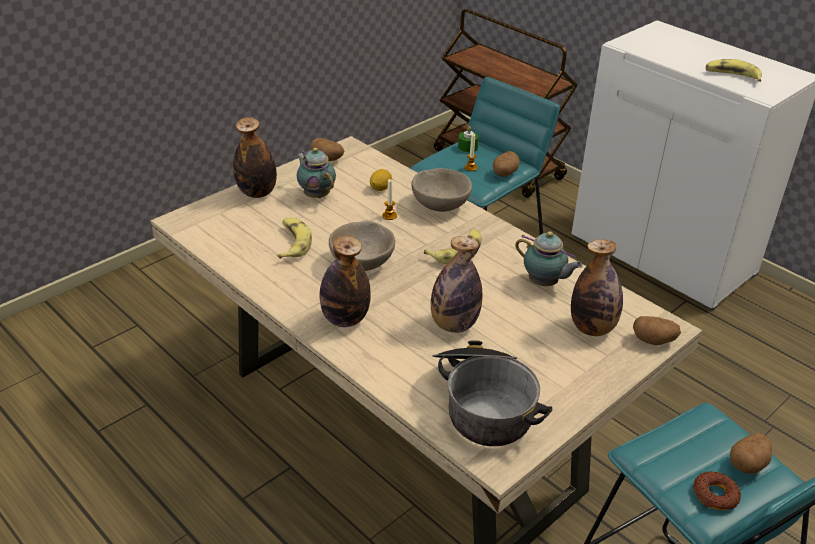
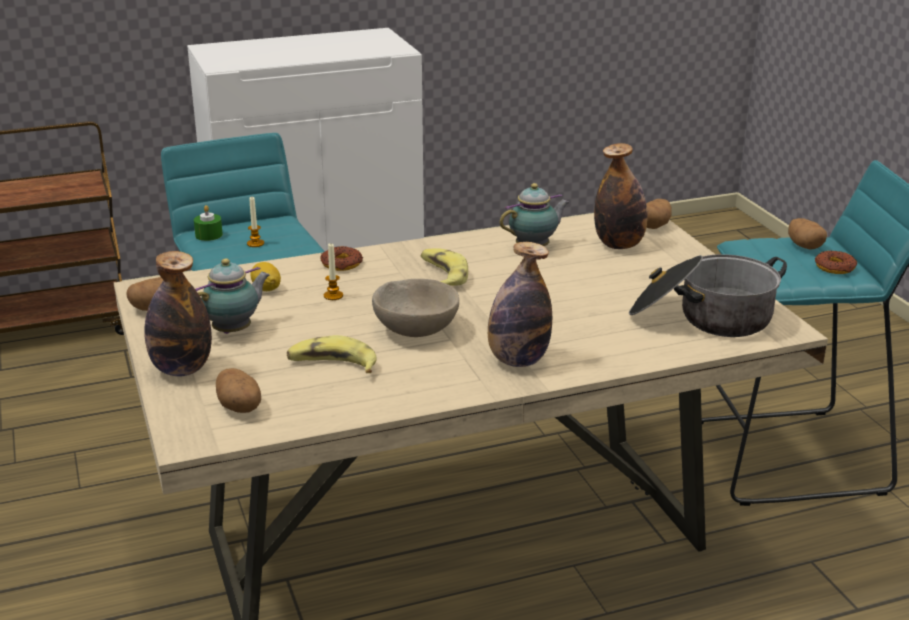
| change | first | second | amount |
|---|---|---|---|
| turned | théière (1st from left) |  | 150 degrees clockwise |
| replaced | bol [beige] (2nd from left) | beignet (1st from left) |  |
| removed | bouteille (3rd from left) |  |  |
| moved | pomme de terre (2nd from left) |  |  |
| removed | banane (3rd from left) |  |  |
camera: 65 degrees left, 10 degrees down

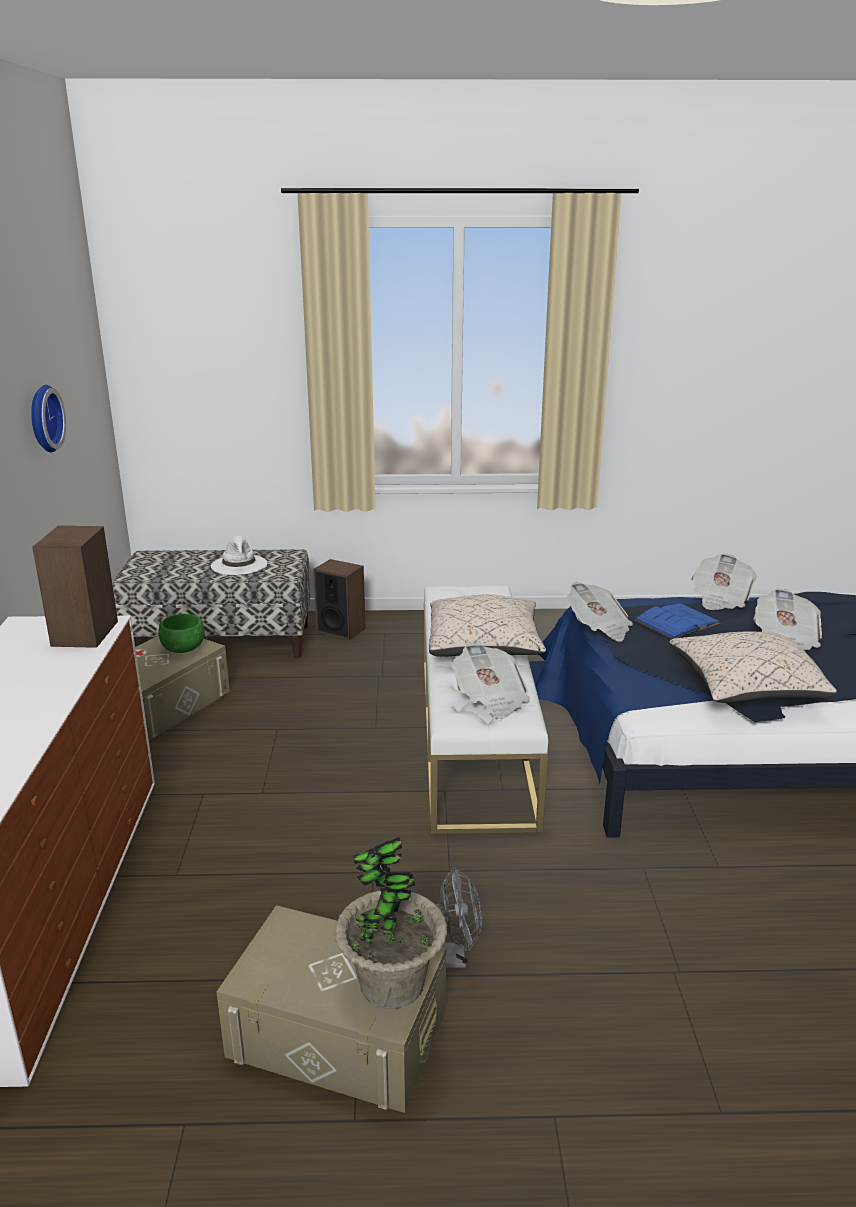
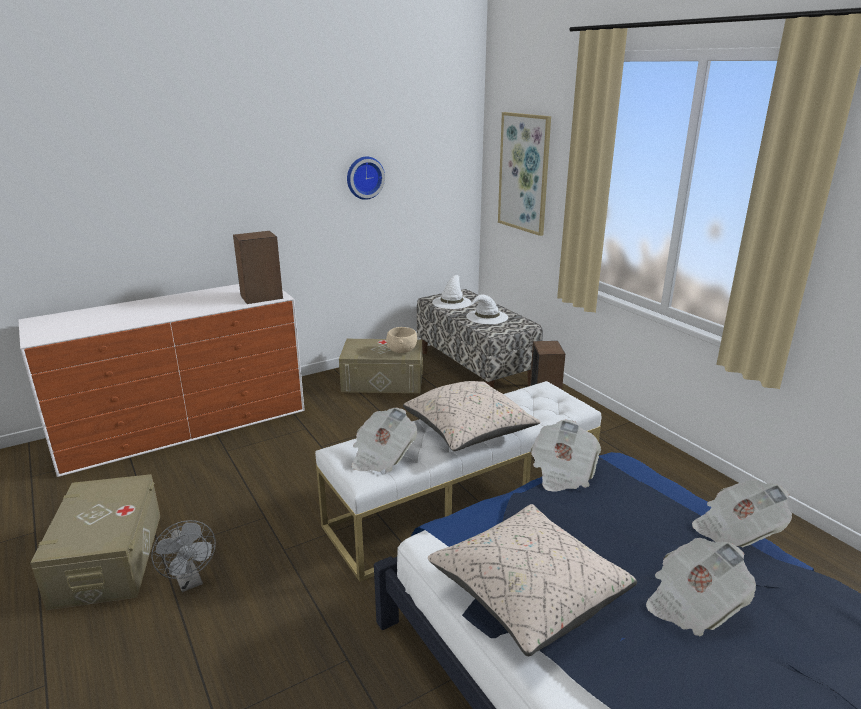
| change | first | second | amount |
|---|---|---|---|
| recoloured | bol [vert] | bol [beige] |  |
| removed | plante en pot |  |  |
| removed | livre [bleu] |  |  |
| added |  | chapeau [blanc] (1st from left) |  |
| added |  | tableau |  |
camera: 60 degrees right, 0 degrees up

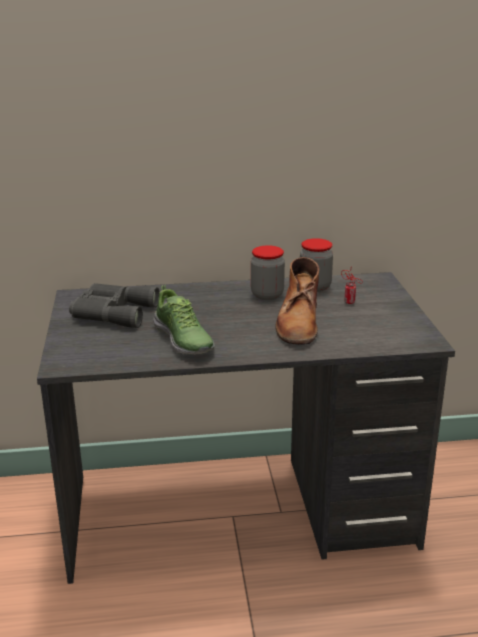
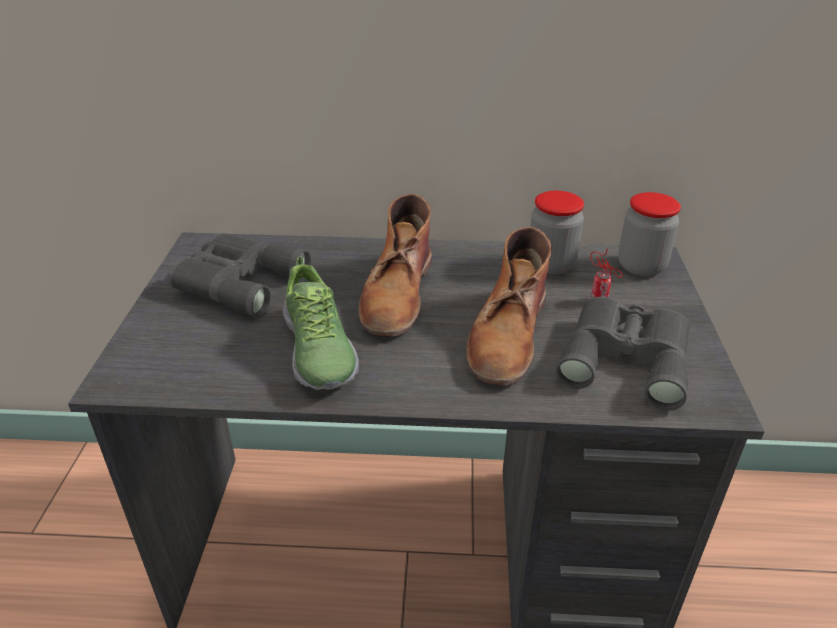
| change | first | second | amount |
|---|---|---|---|
| moved | bocal (1st from left in the first image) | bocal (2nd from left) |  |
| added |  | botte [marron] (1st from left) |  |
| added |  | jumelles [gris] (2nd from left) |  |
camera: 10 degrees right, 10 degrees up

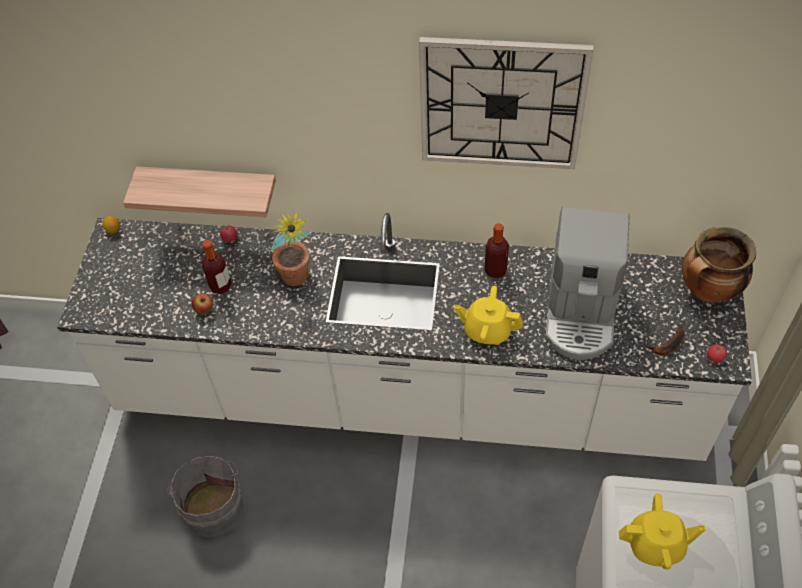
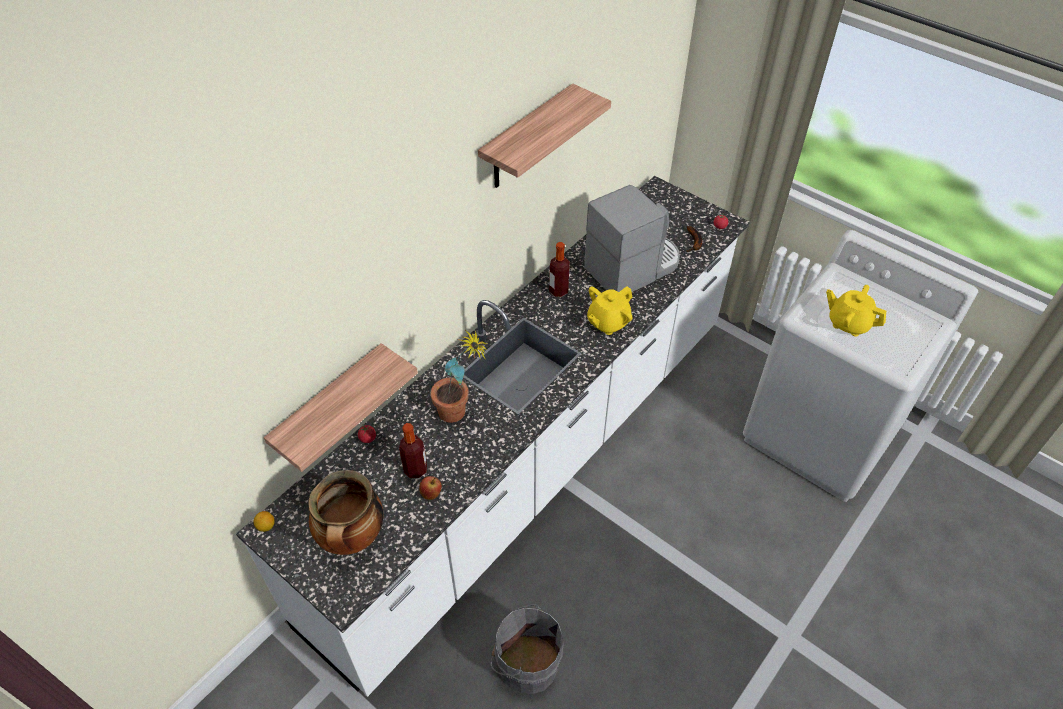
| change | first | second | amount |
|---|---|---|---|
| replaced | horloge murale | étagère (2nd from left) |  |
| turned | machine à café |  | 75 degrees counterclockwise |
| turned | théière [jaune] (2nd from left) |  | 90 degrees counterclockwise |
| moved | marmite |  |  |
camera: 60 degrees left, 5 degrees down

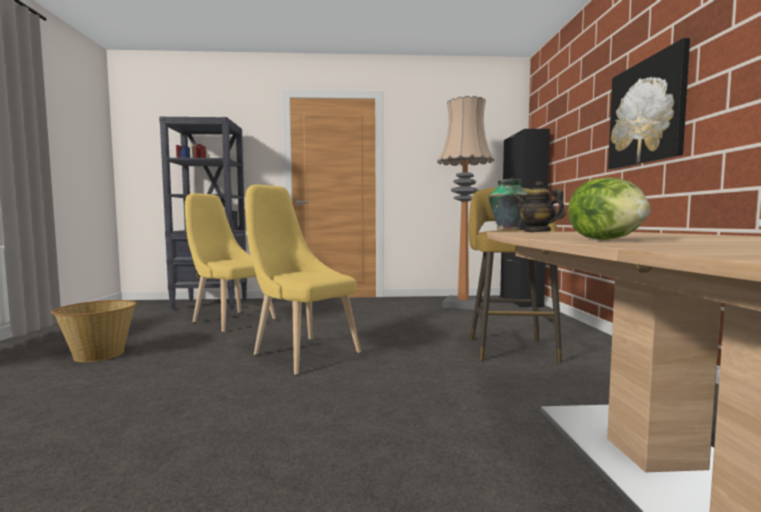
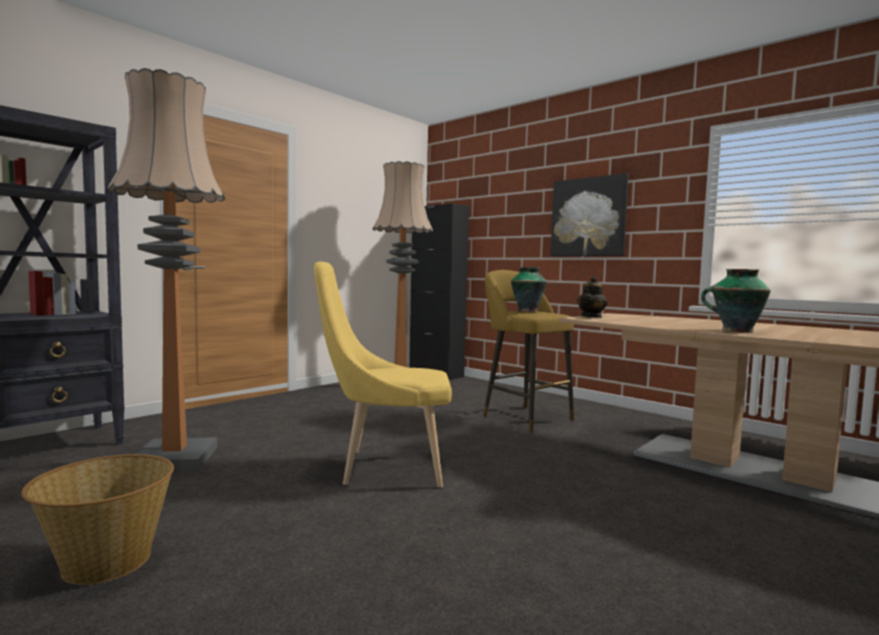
| change | first | second | amount |
|---|---|---|---|
| replaced | chaise [jaune] (1st from left) | lampadaire (1st from left) |  |
| turned | théière |  | 60 degrees counterclockwise |
| replaced | laitue | vase (2nd from left) |  |
camera: 45 degrees left, 0 degrees up

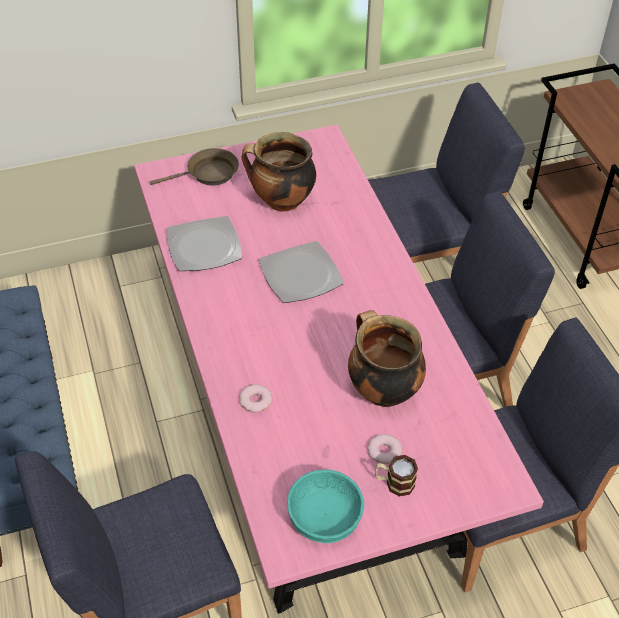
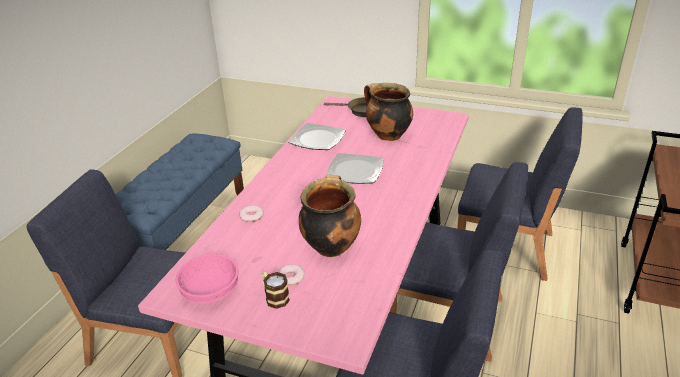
| change | first | second | amount |
|---|---|---|---|
| recoloured | bol [turquoise] | bol [rose] |  |
camera: 40 degrees right, 15 degrees down

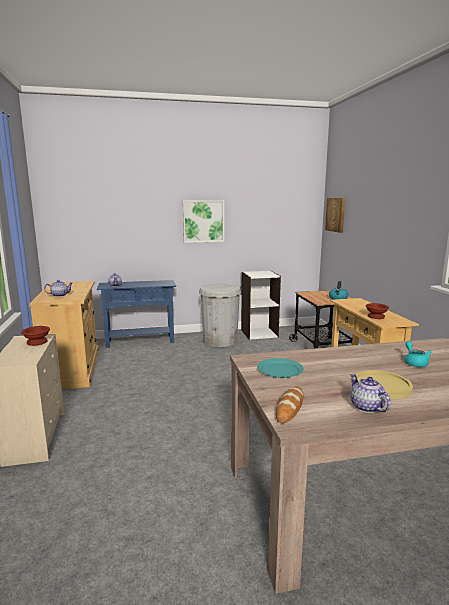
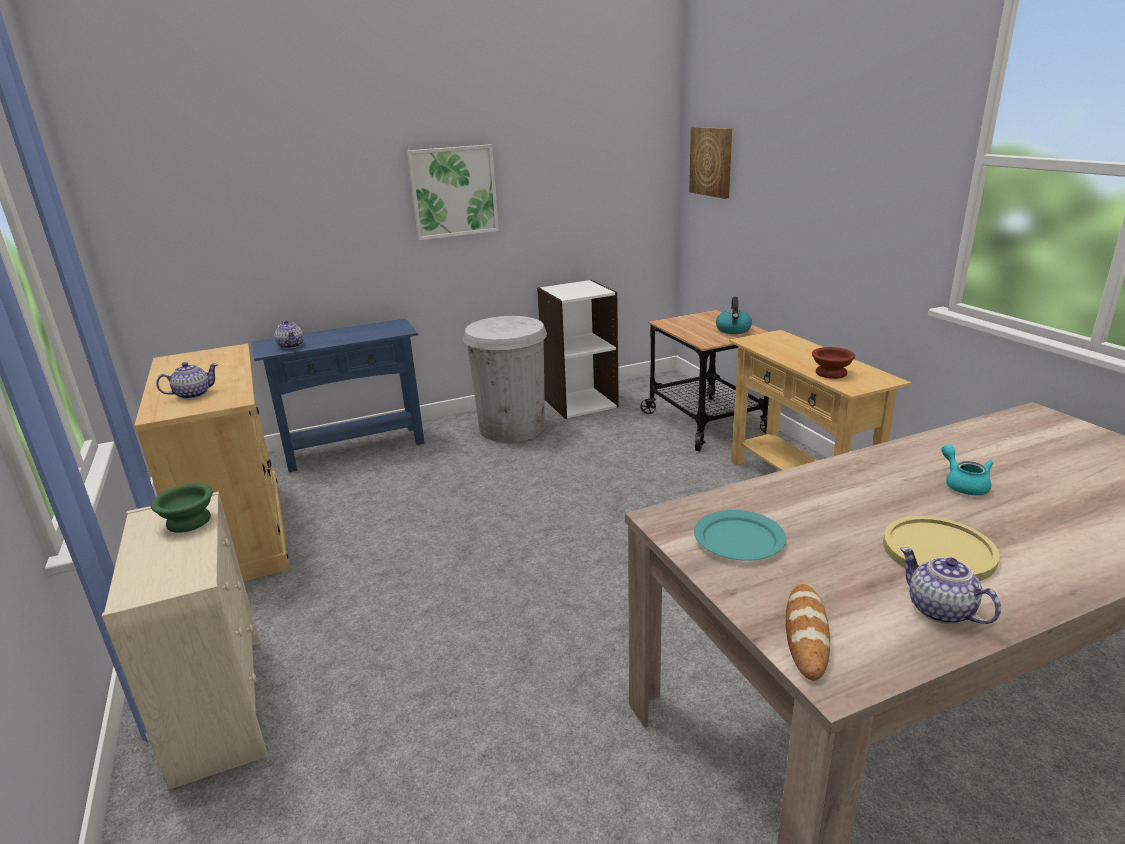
| change | first | second | amount |
|---|---|---|---|
| recoloured | bol [marron] (1st from left) | bol [vert] |  |
camera: 10 degrees left, 10 degrees up

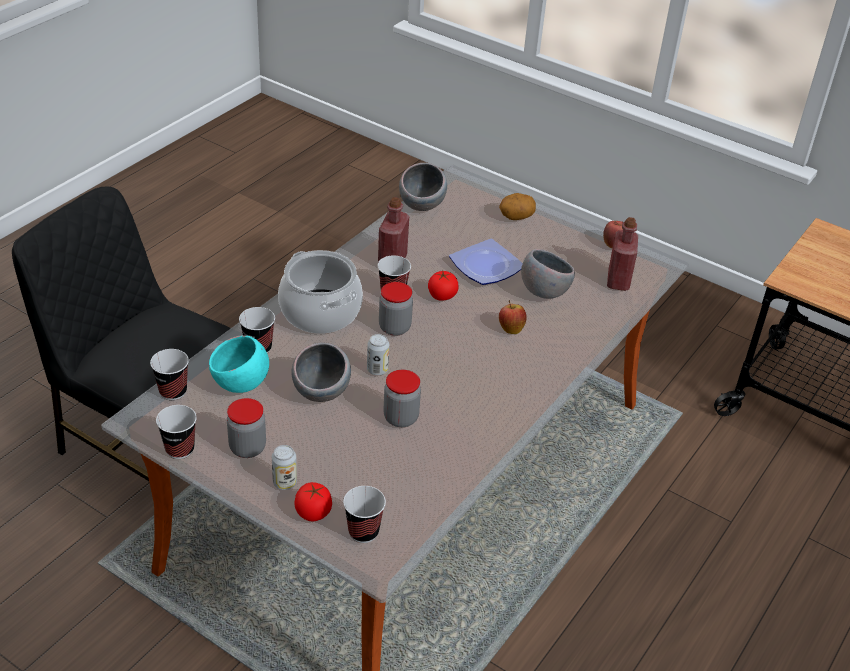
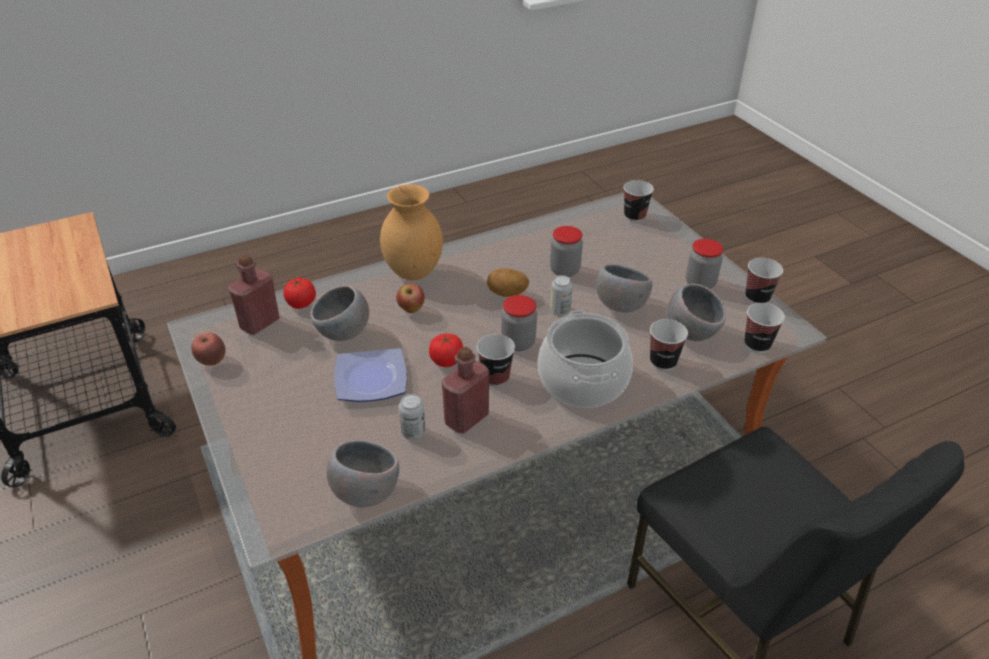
| change | first | second | amount |
|---|---|---|---|
| recoloured | bol [turquoise] | bol [gris] (4th from left) |  |
| moved | boîte métallique (1st from left) |  |  |
| moved | tomate (1st from left) |  |  |
| moved | pomme de terre |  |  |
| added |  | vase [marron] |  |
camera: 150 degrees left, 0 degrees up

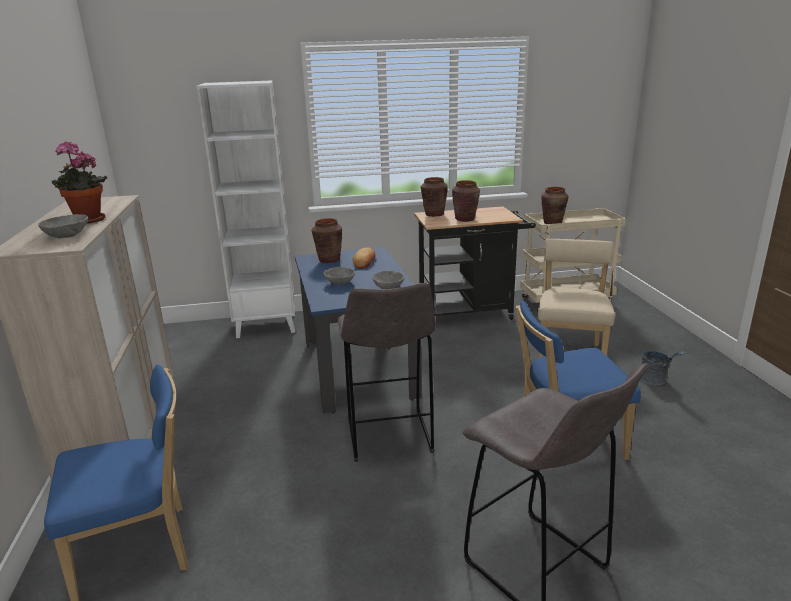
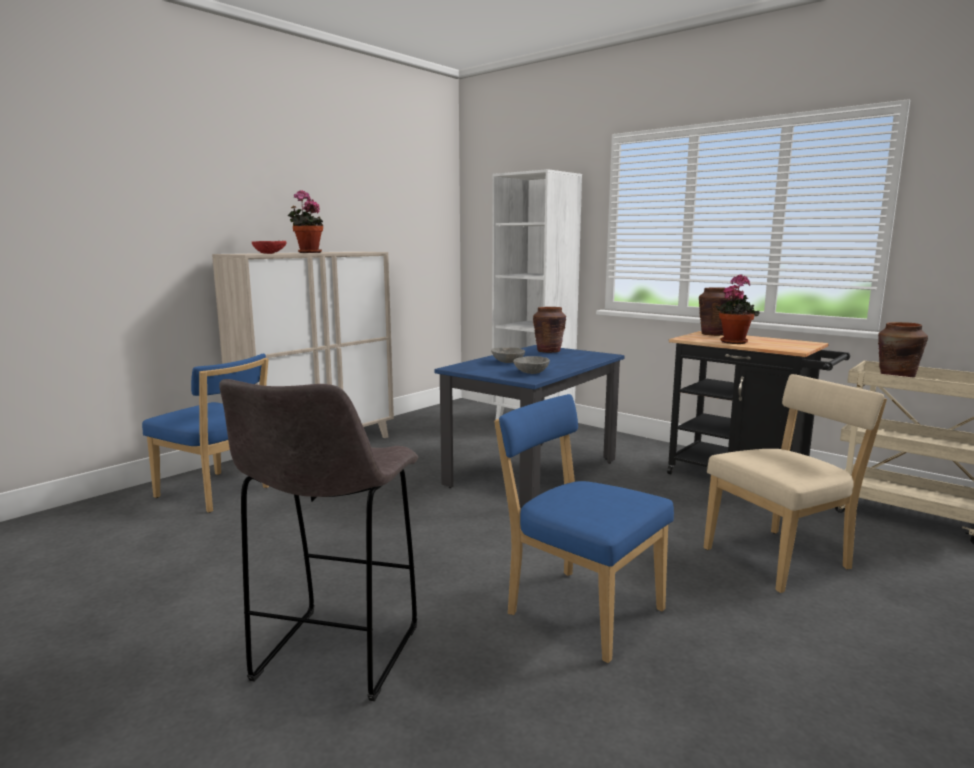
| change | first | second | amount |
|---|---|---|---|
| recoloured | bol [gris] (1st from left) | bol [rouge] |  |
| removed | tabouret [gris] (1st from left) |  |  |
| removed | pain |  |  |
| replaced | vase [marron] (3rd from left) | plante en pot (2nd from left) |  |
| removed | seau [gris] |  |  |
camera: 50 degrees right, 10 degrees down

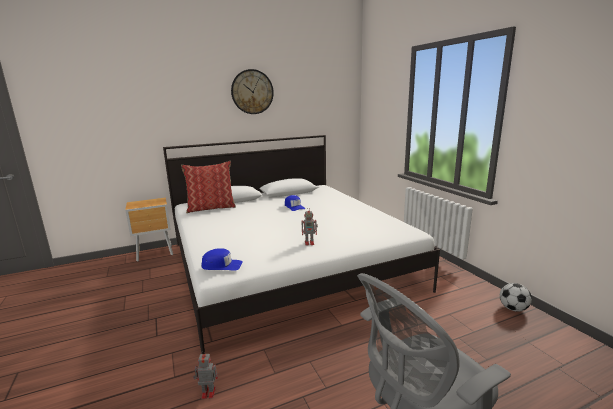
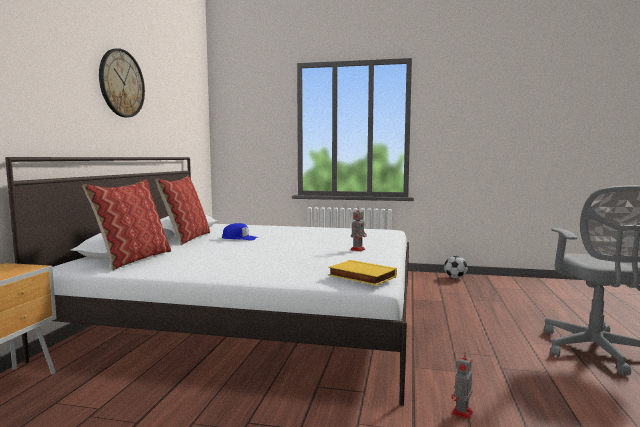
| change | first | second | amount |
|---|---|---|---|
| replaced | casquette [bleu] (1st from left) | livre [jaune] |  |
| added |  | coussin (2nd from left) |  |
camera: 55 degrees left, 10 degrees down

